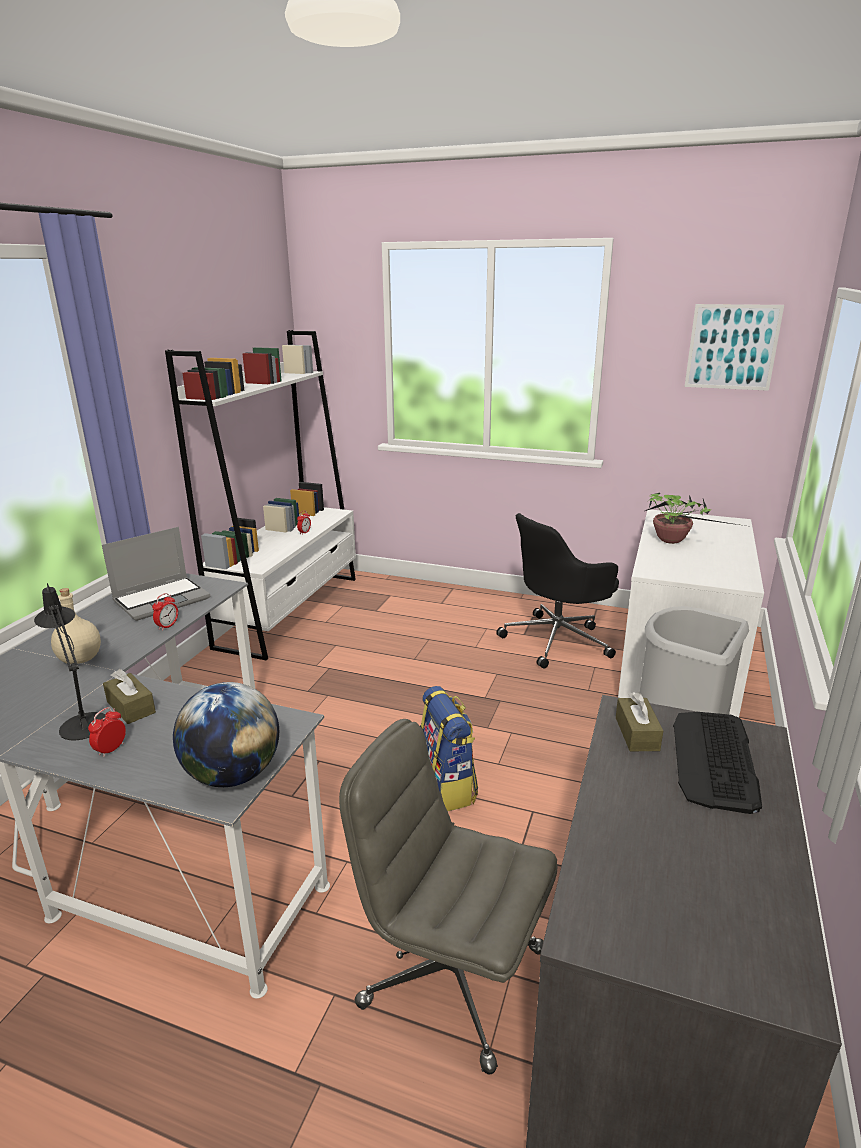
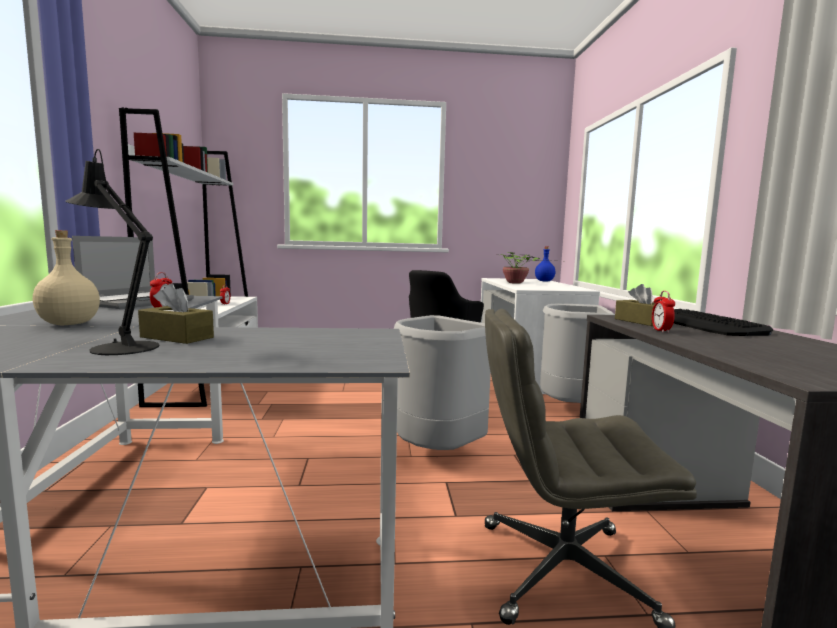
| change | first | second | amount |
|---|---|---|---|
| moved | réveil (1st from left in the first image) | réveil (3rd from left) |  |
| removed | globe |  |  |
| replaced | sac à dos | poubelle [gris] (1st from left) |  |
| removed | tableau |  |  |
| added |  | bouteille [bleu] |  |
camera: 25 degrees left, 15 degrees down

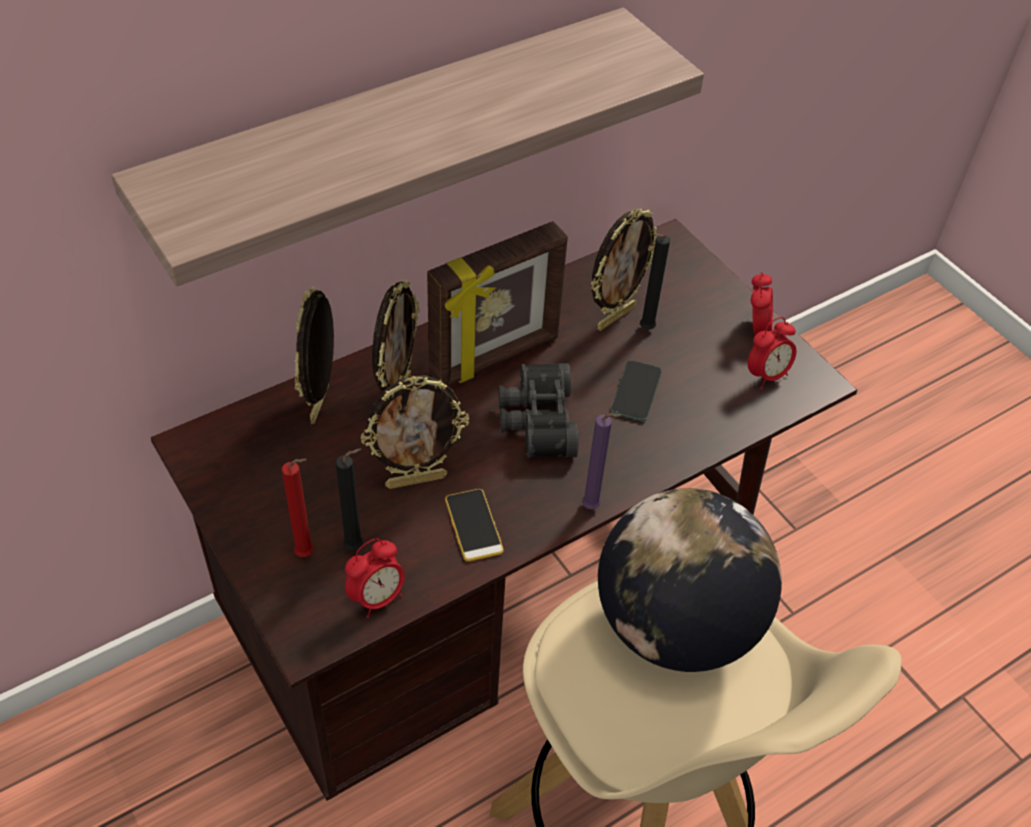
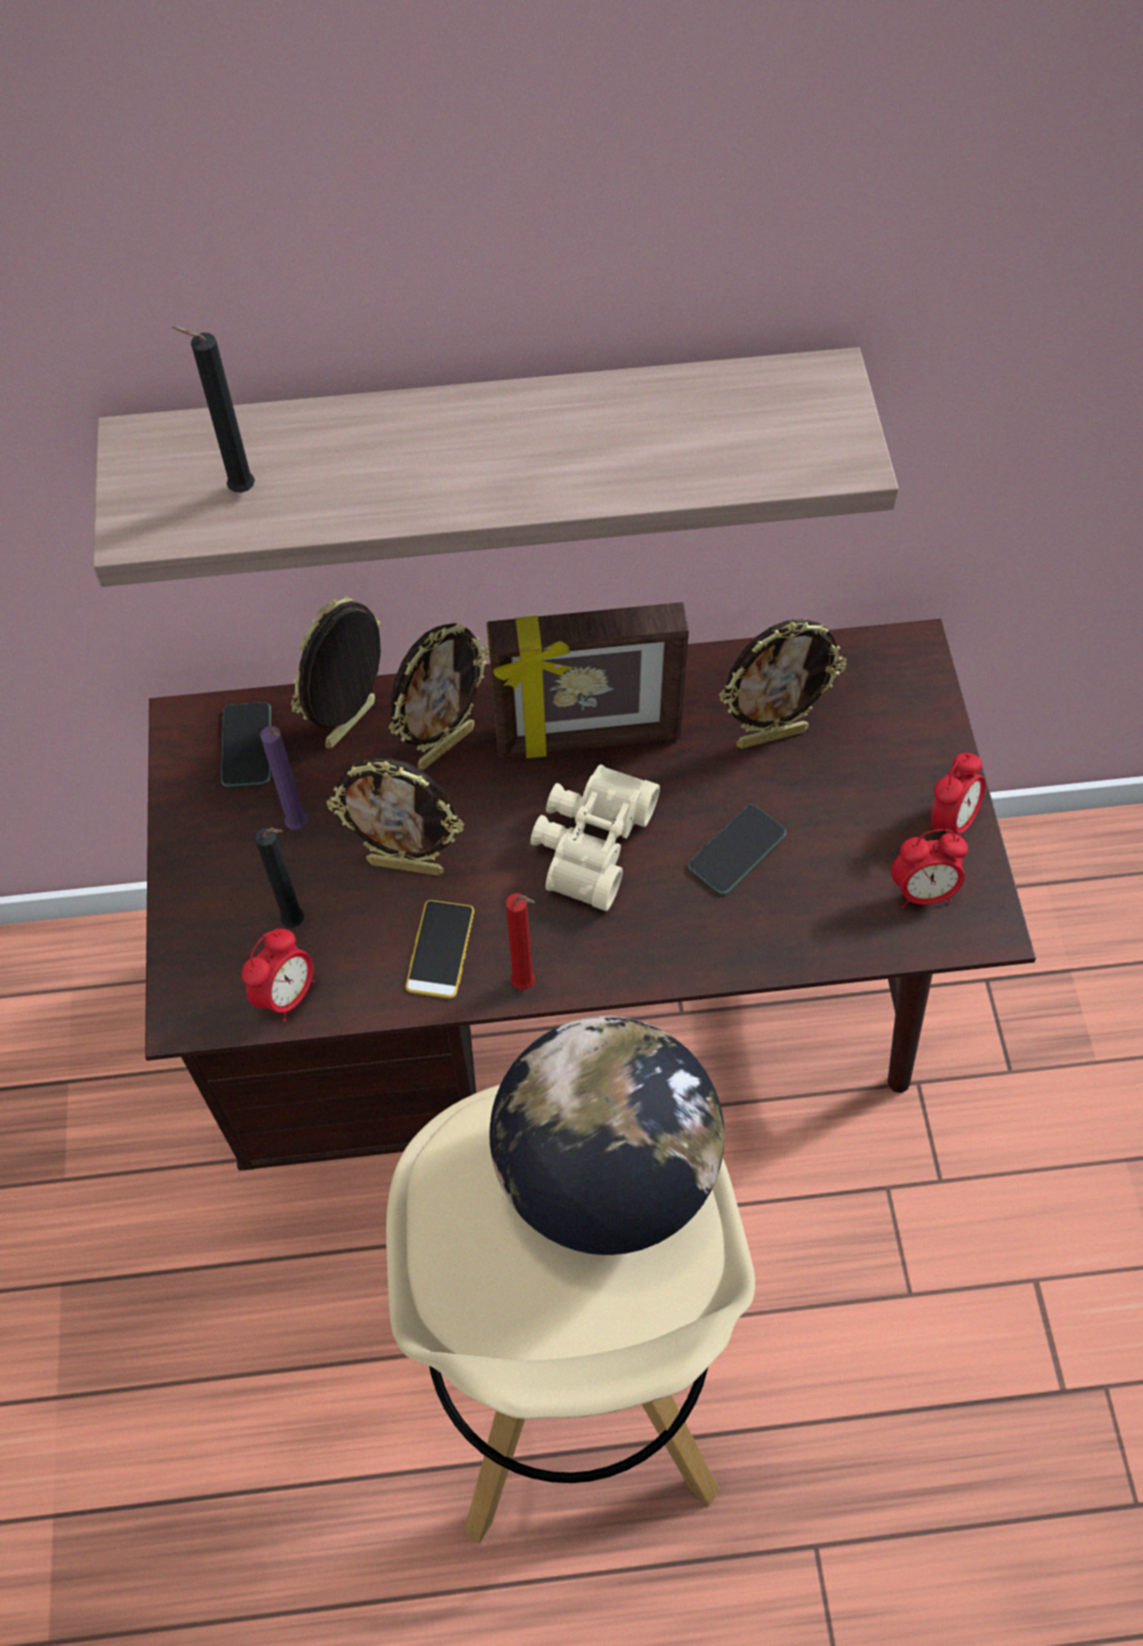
| change | first | second | amount |
|---|---|---|---|
| moved | bougie [rouge] |  |  |
| turned | réveil (1st from left) |  | 45 degrees counterclockwise |
| recoloured | jumelles [noir] | jumelles [beige] |  |
| moved | bougie [violet] |  |  |
| moved | bougie [noir] (2nd from left in the first image) | bougie [noir] (1st from left) |  |
| added |  | téléphone (1st from left) |  |
camera: 30 degrees right, 10 degrees up

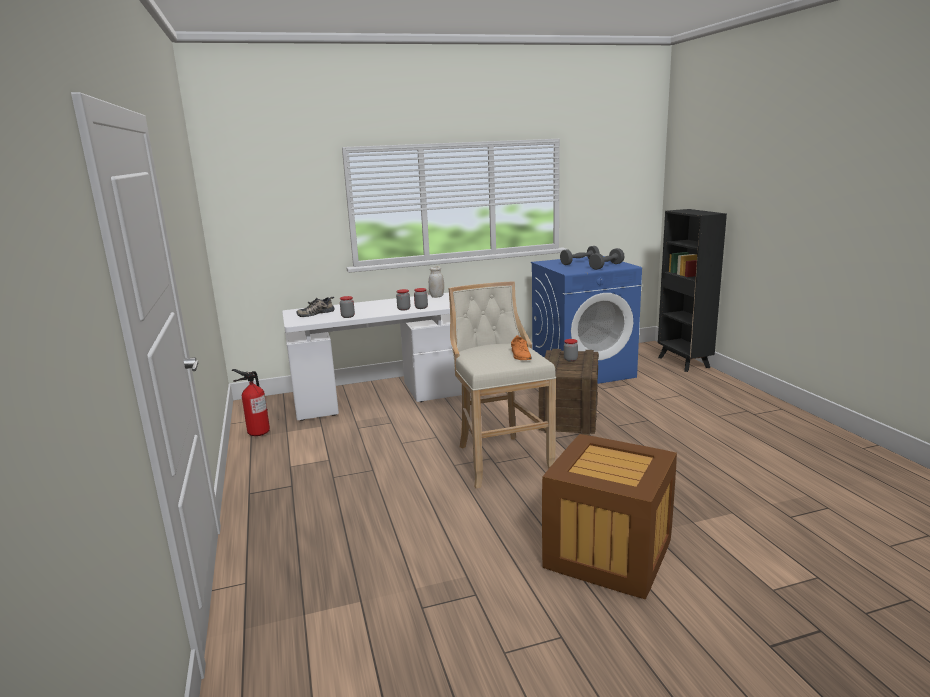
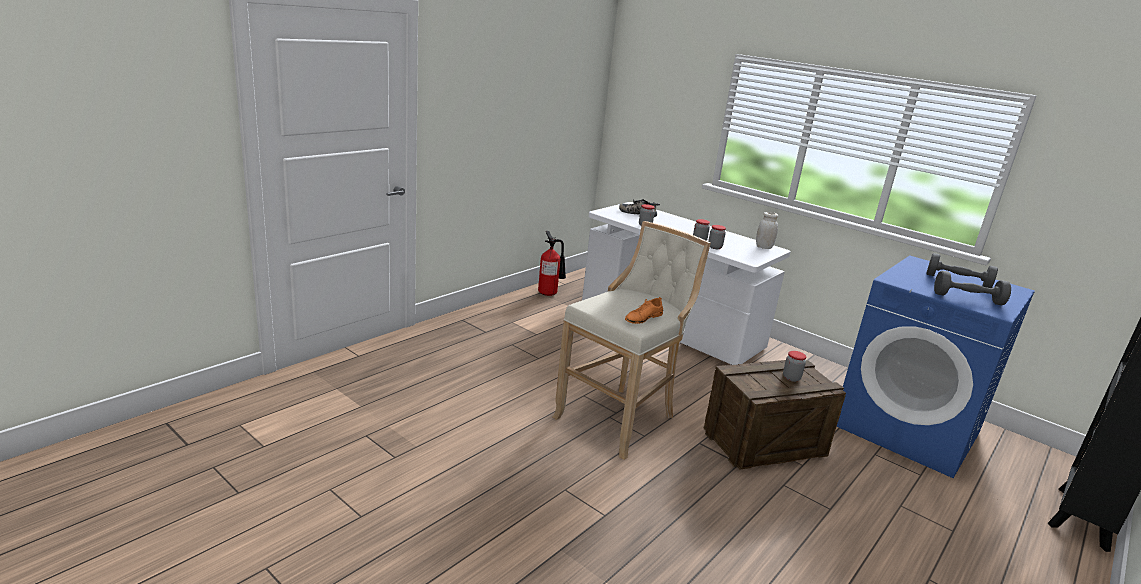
| change | first | second | amount |
|---|---|---|---|
| removed | caisse (2nd from left) |  |  |
camera: 55 degrees right, 5 degrees up

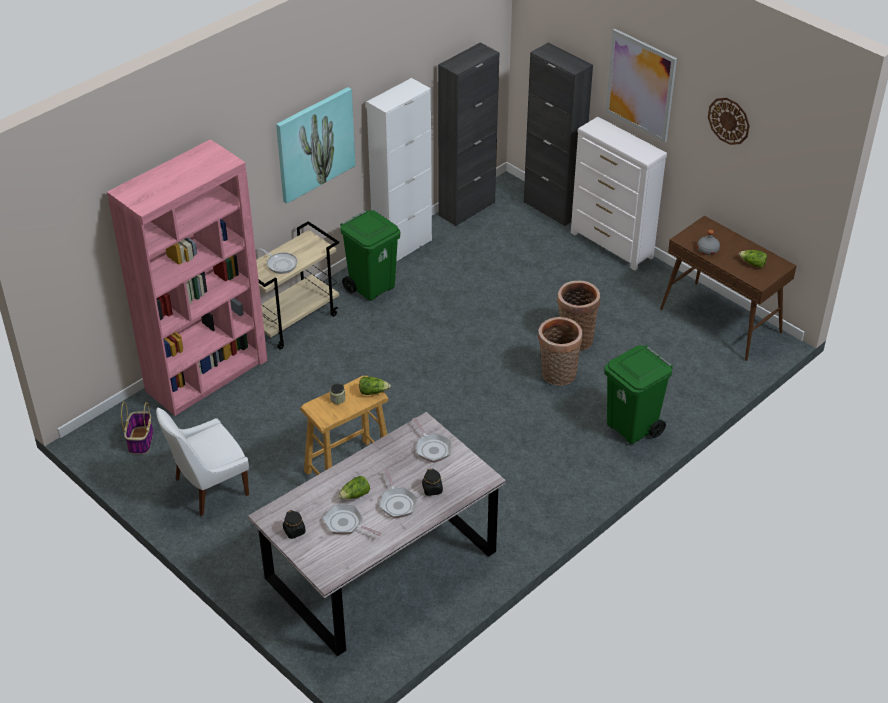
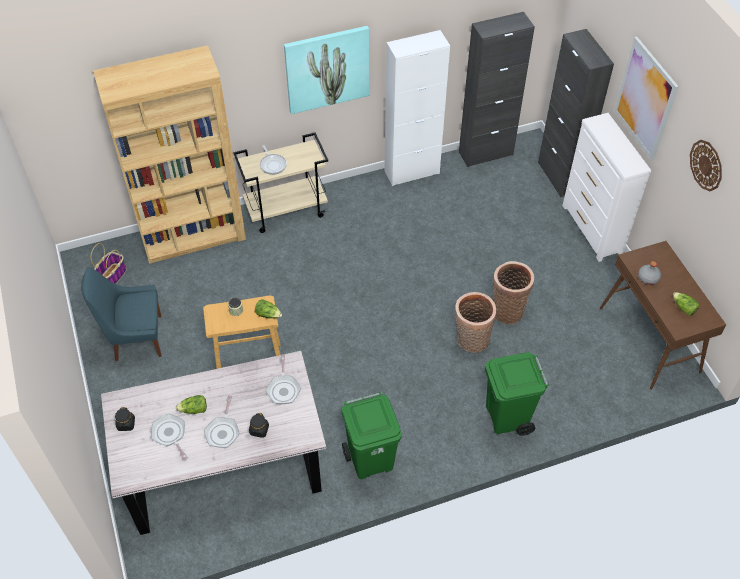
| change | first | second | amount |
|---|---|---|---|
| recoloured | bibliothèque [rose] | bibliothèque [marron] |  |
| recoloured | chaise [blanc] | chaise [bleu] |  |
| moved | poubelle [vert] (1st from left) |  |  |
camera: 25 degrees right, 10 degrees up

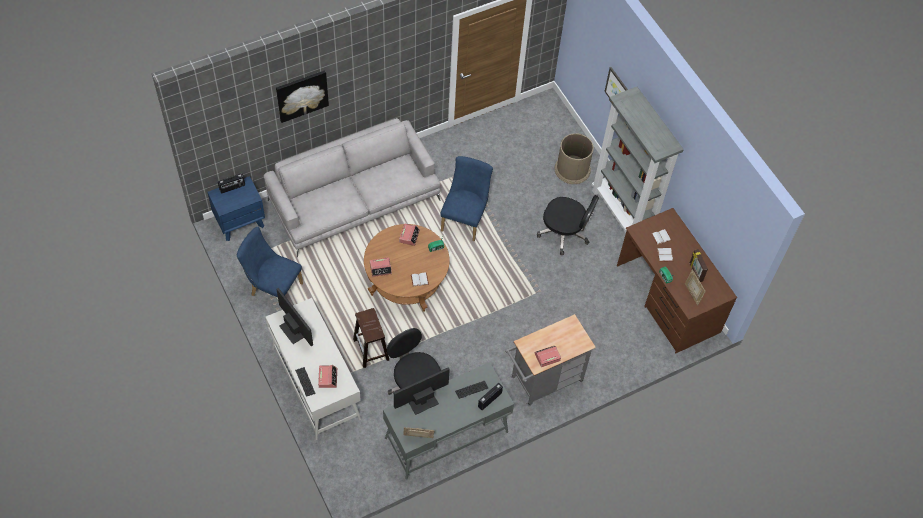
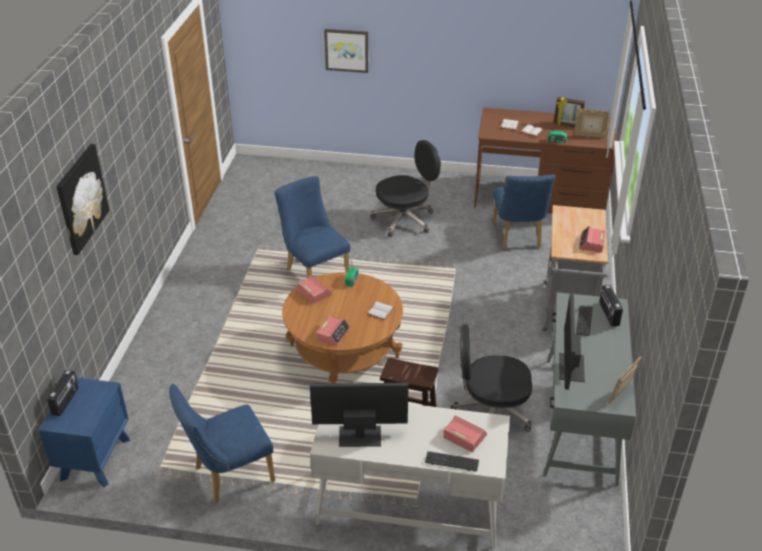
| change | first | second | amount |
|---|---|---|---|
| removed | canapé [gris] |  |  |
| removed | poubelle [marron] |  |  |
| removed | bibliothèque [gris] |  |  |
| added |  | chaise [bleu] (3rd from left) |  |
camera: 50 degrees left, 20 degrees down

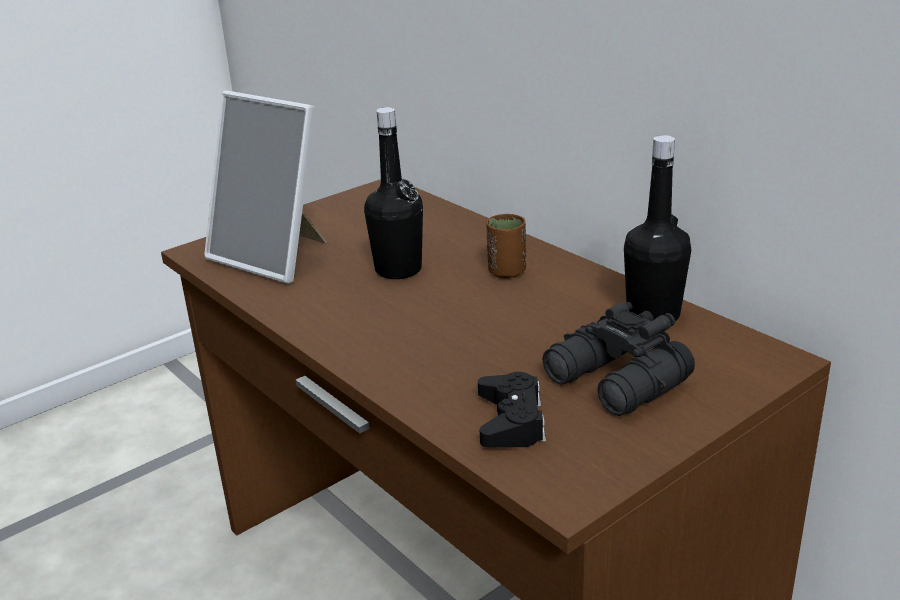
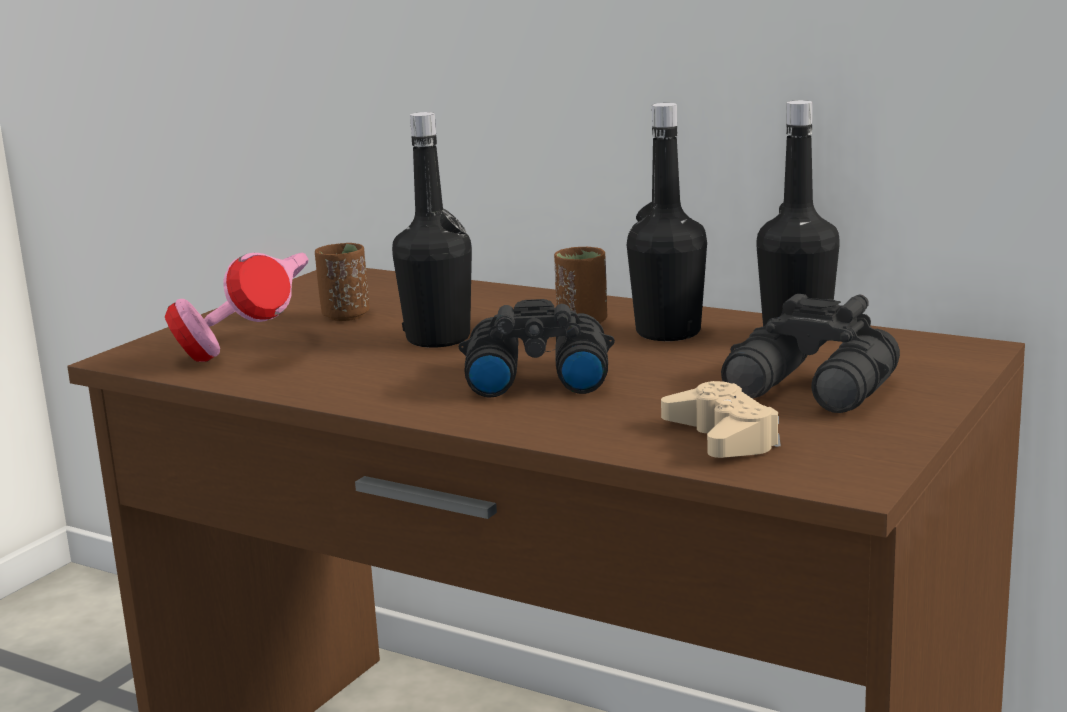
| change | first | second | amount |
|---|---|---|---|
| replaced | cadre photo | casque audio [rose] |  |
| recoloured | manette [noir] | manette [beige] |  |
| added |  | tasse [marron] (1st from left) |  |
| added |  | jumelles [noir] (1st from left) |  |
| added |  | bouteille [noir] (2nd from left) |  |
camera: 20 degrees left, 10 degrees down

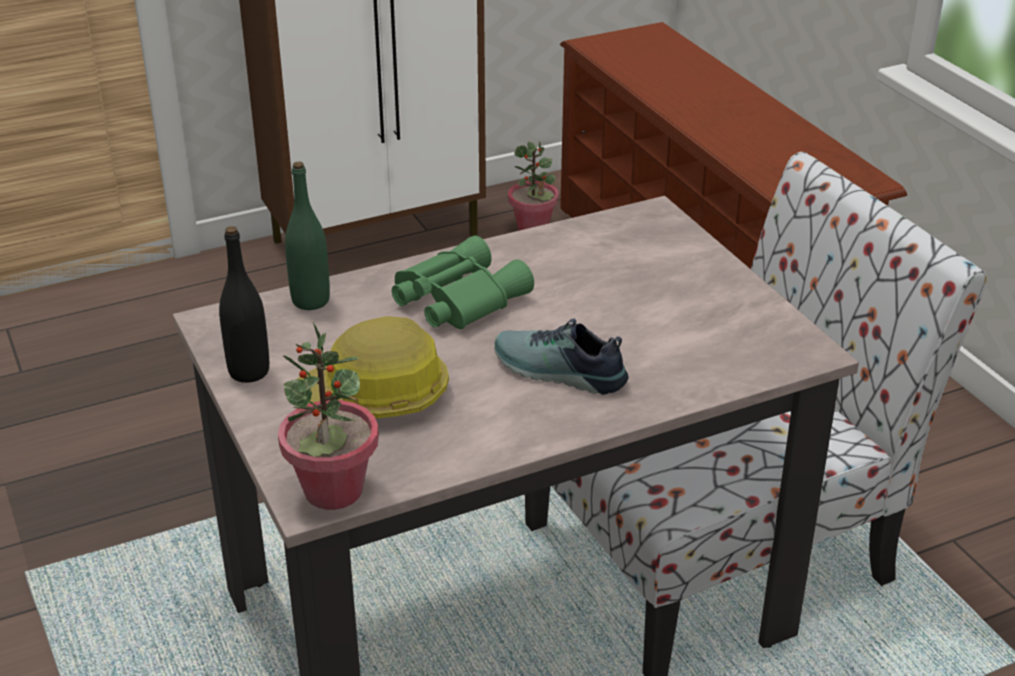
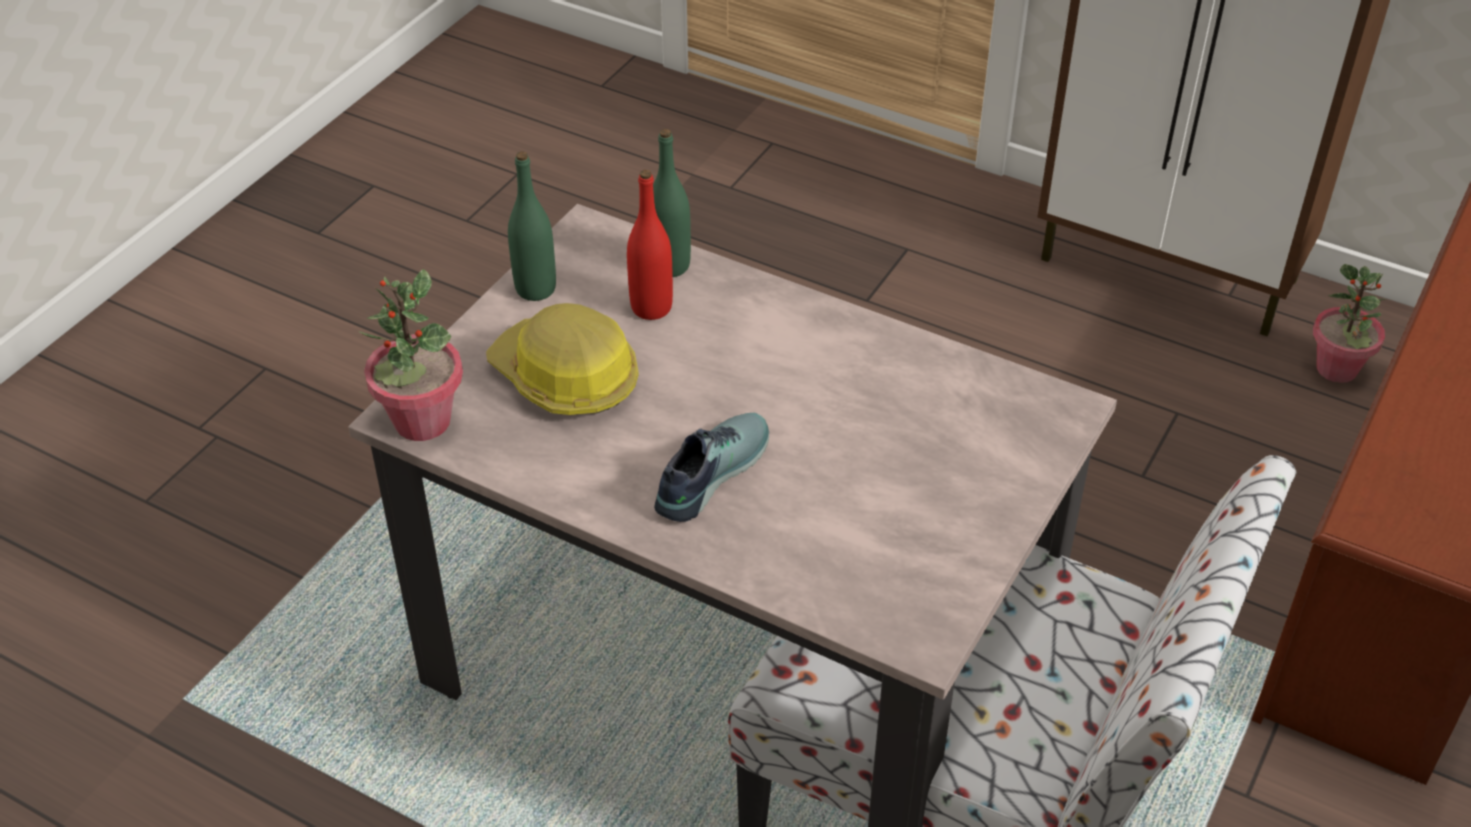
| change | first | second | amount |
|---|---|---|---|
| recoloured | bouteille [noir] | bouteille [vert] (1st from left) |  |
| removed | jumelles [vert] |  |  |
| turned | chaussure |  | 45 degrees clockwise |
| added |  | bouteille [rouge] |  |
camera: 55 degrees right, 10 degrees up

